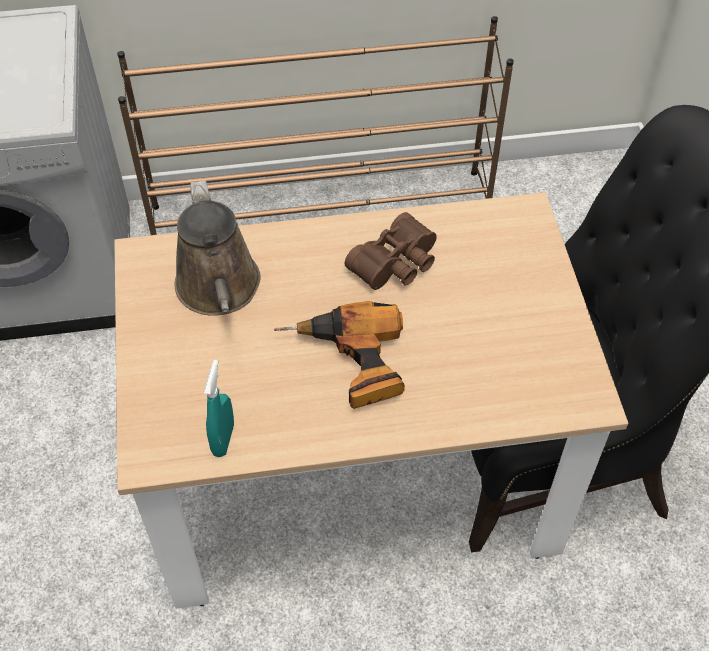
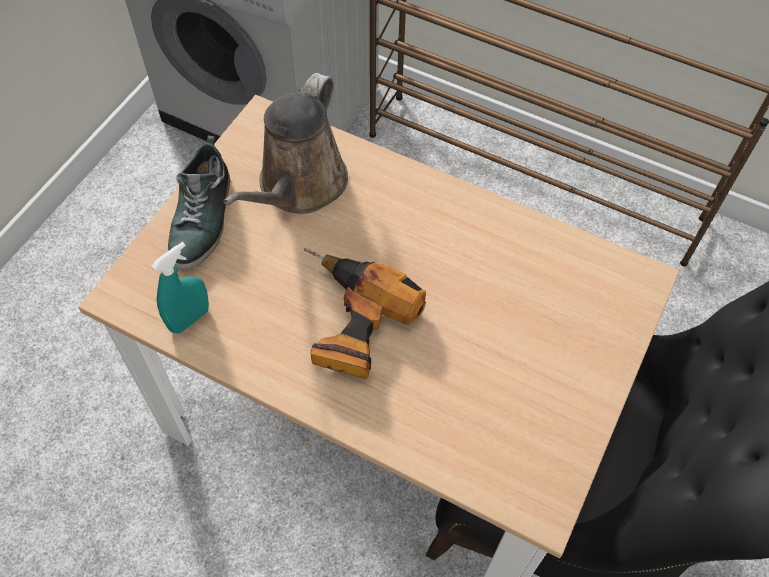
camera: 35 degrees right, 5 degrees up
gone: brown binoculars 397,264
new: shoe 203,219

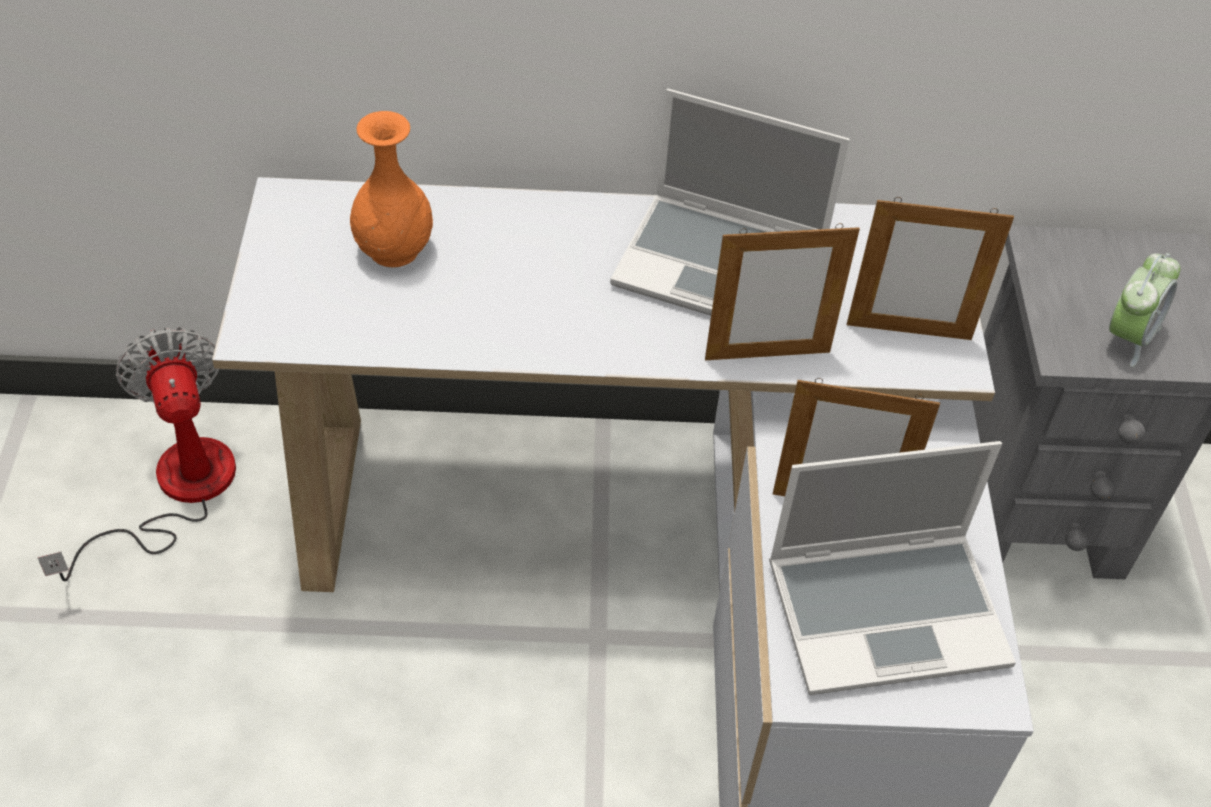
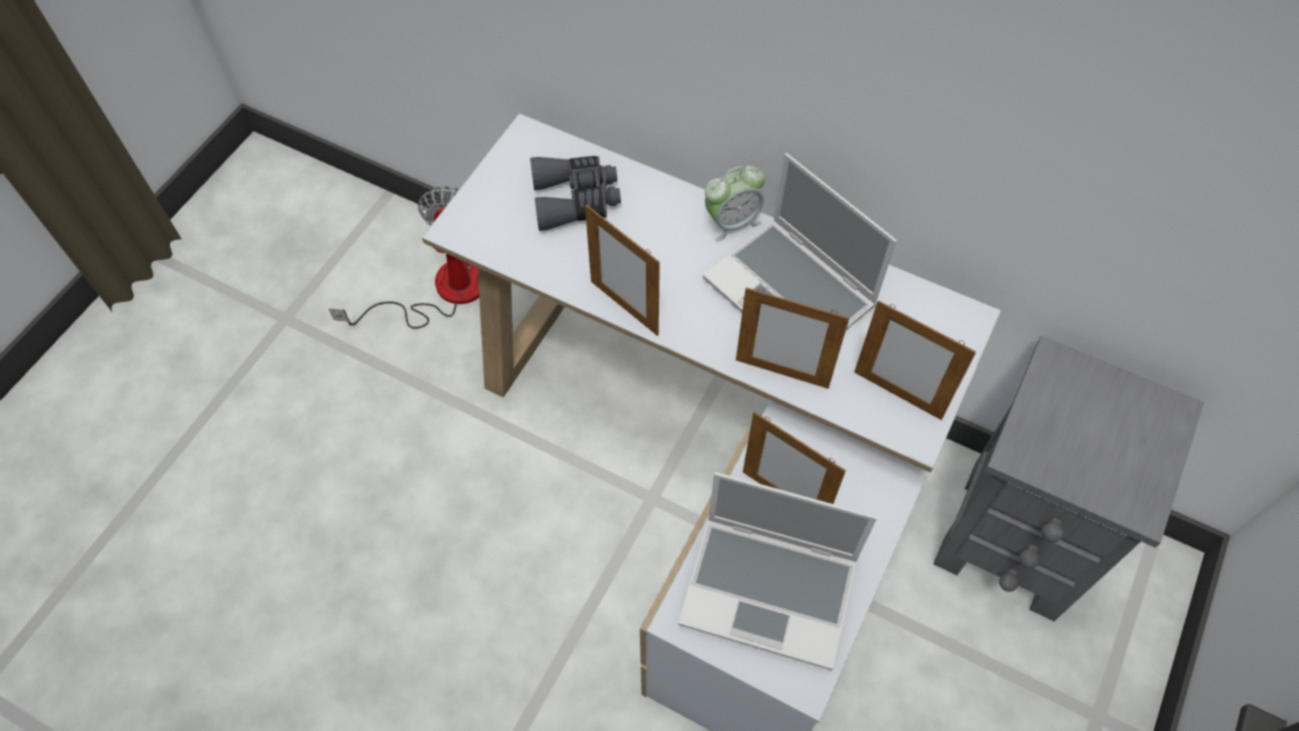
camera: 30 degrees right, 10 degrees up
new: picture frame 624,308
shifted: alarm clock 1128,337 to 732,221
swapped: orange vase 395,250 to grey binoculars 575,199

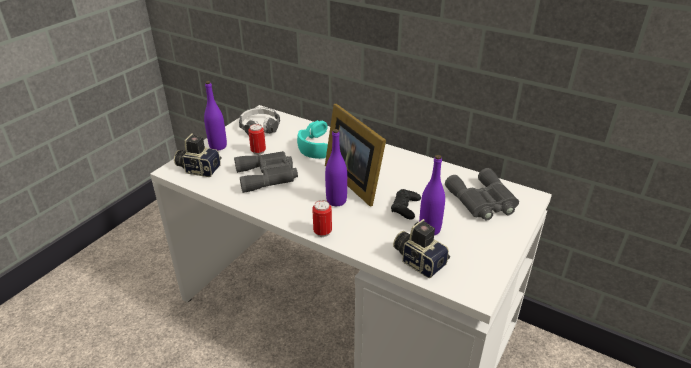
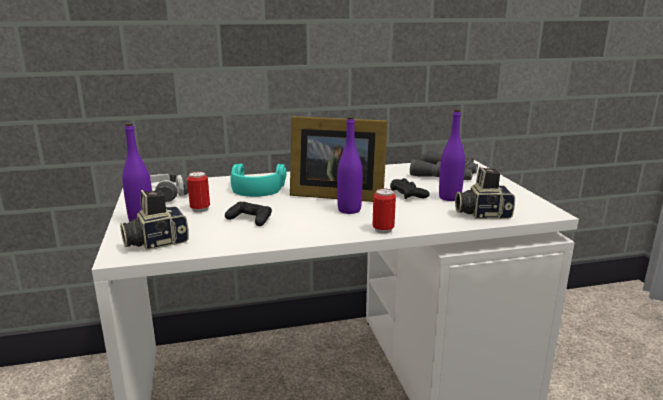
camera: 45 degrees left, 15 degrees down
swapped: grey binoculars 268,176 to black game controller 250,219

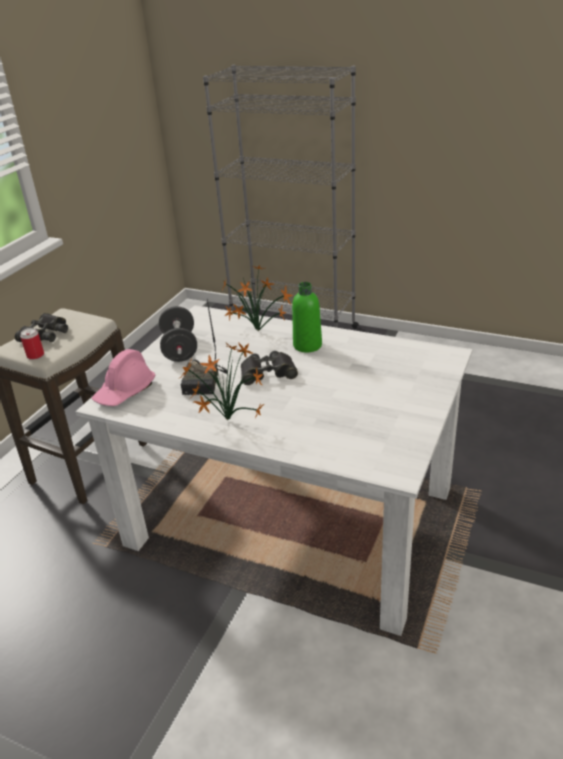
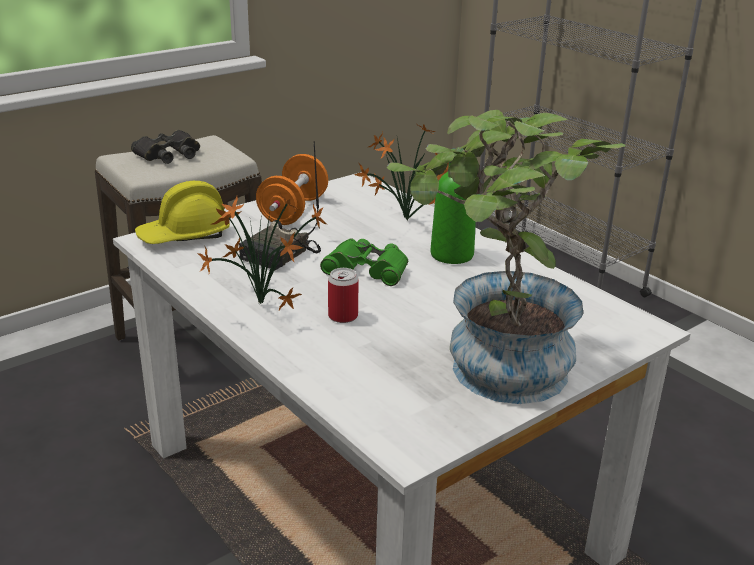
camera: 25 degrees right, 5 degrees down
new: potted plant 491,371
shifted: can 35,355 to 343,316
repainted: pink hard hat 125,392 to yellow hard hat 184,236; black dumbbell 180,348 to orange dumbbell 293,211; black binoculars 268,373 to green binoculars 367,269

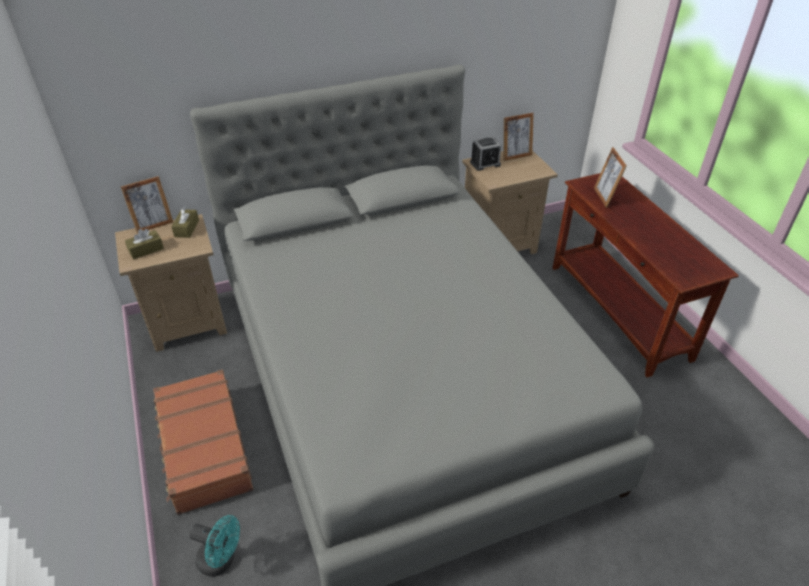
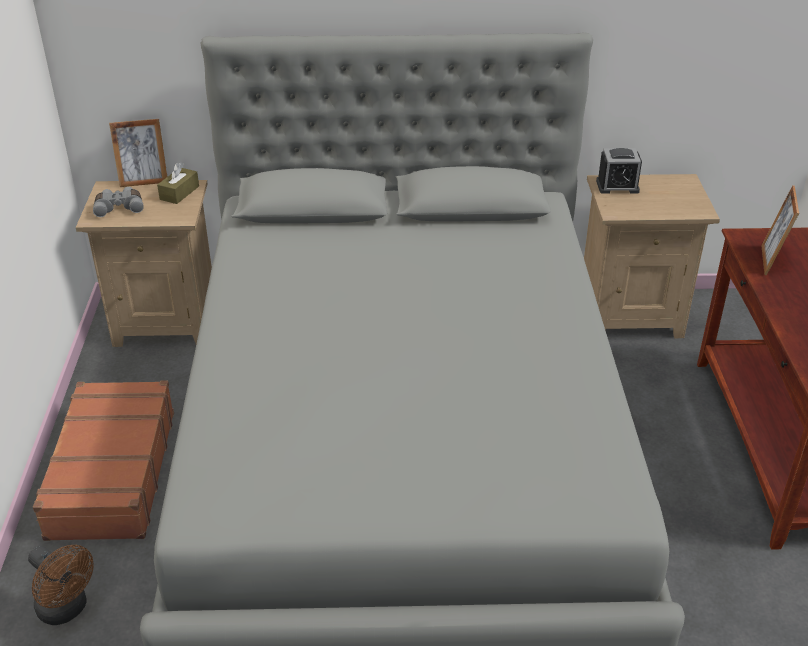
camera: 20 degrees right, 5 degrees down
gone: picture frame 515,155
swapped: brown tissue box 146,250 to grey binoculars 119,207
repainted: turquoise fan 221,560 to brown fan 67,609

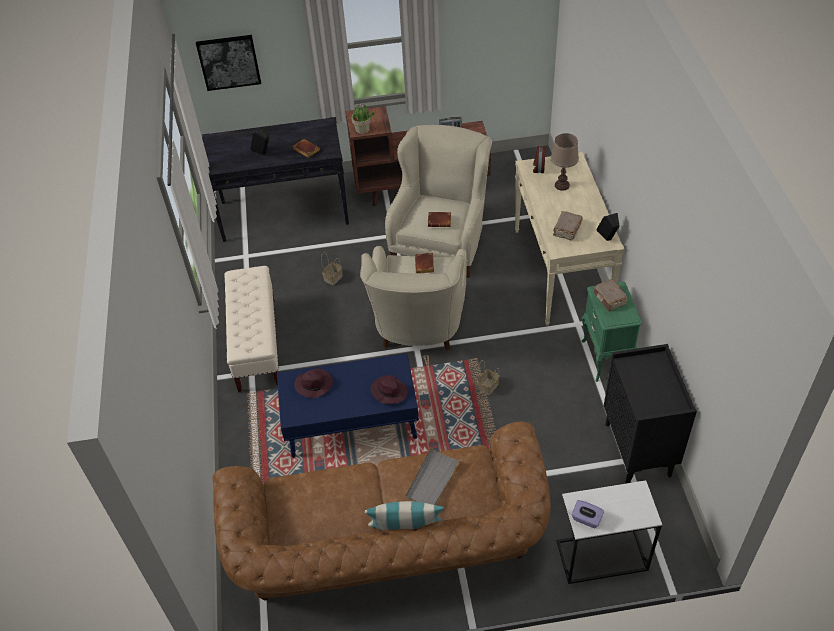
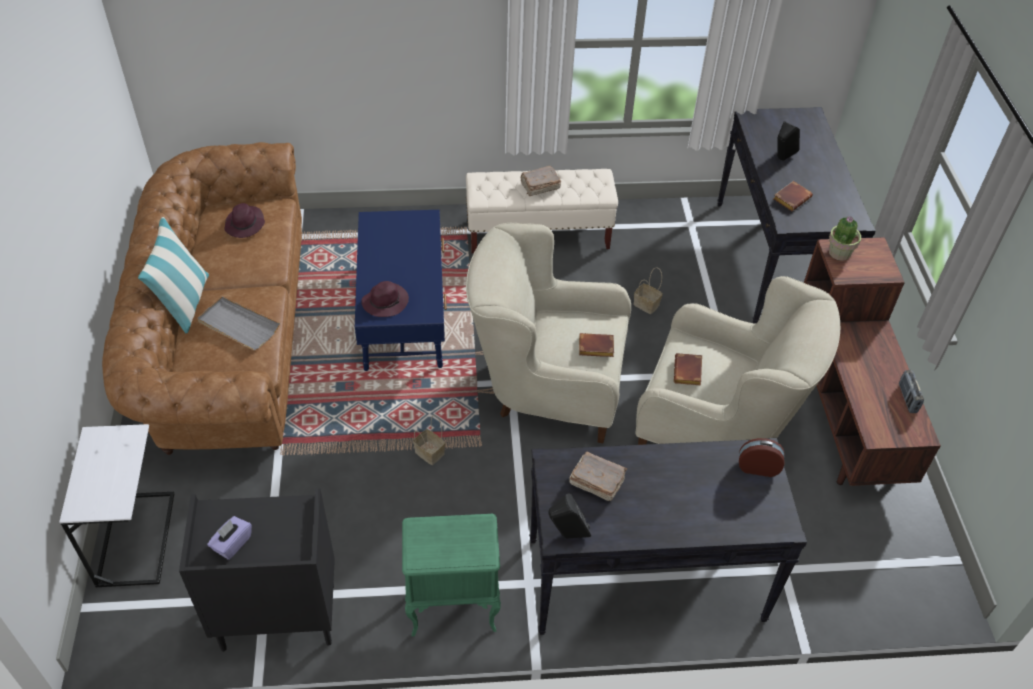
camera: 90 degrees right, 0 degrees up
gone: picture 229,62; brown table lamp 561,185
shifted: purple tissue box 586,519 to 232,544; purple hat 314,384 to 245,225; brown book 609,299 to 539,186
repainted: beige console table 561,272 to black console table 644,580

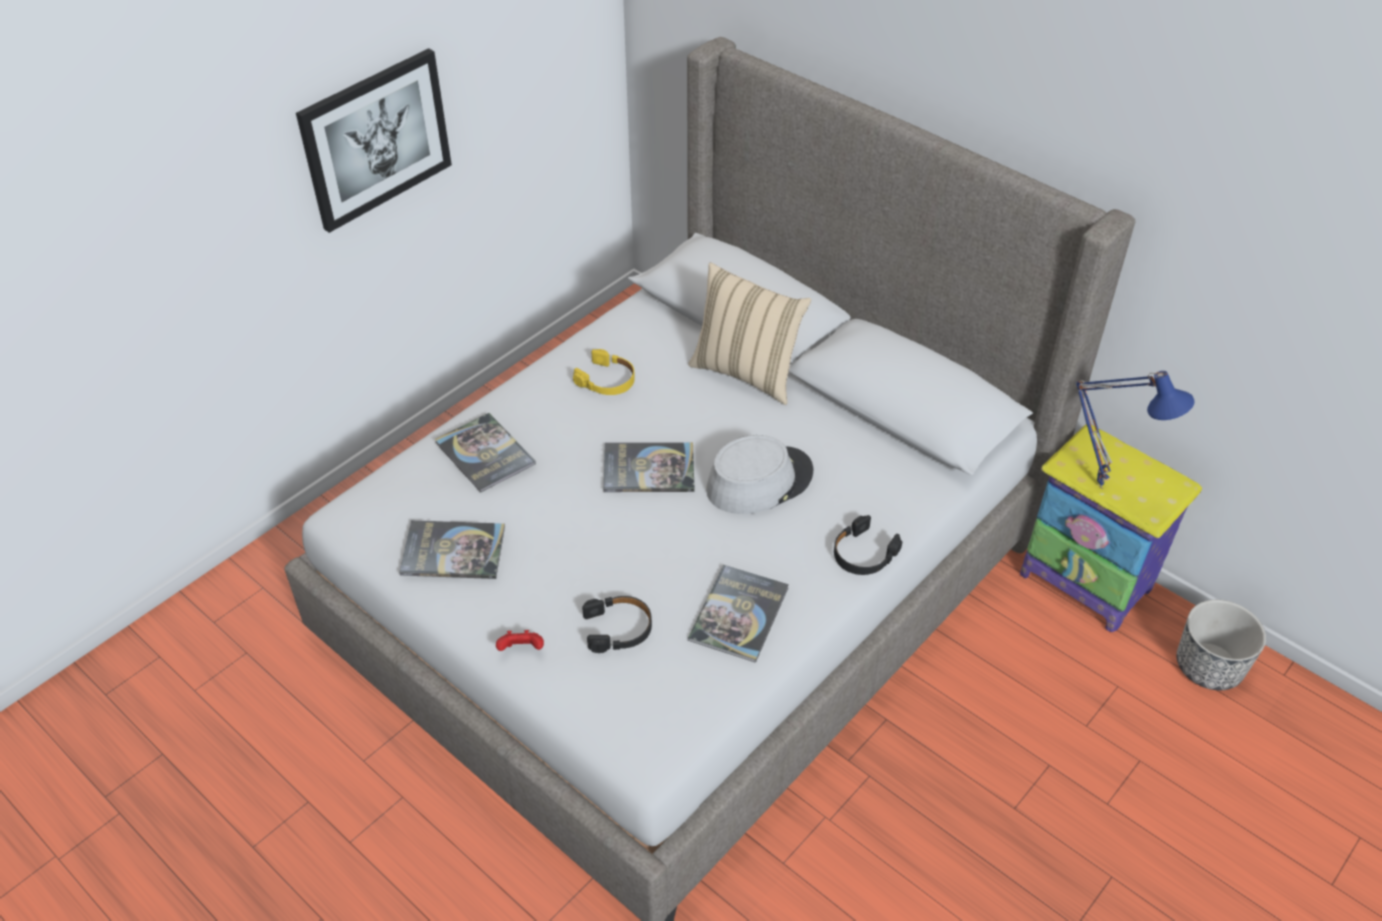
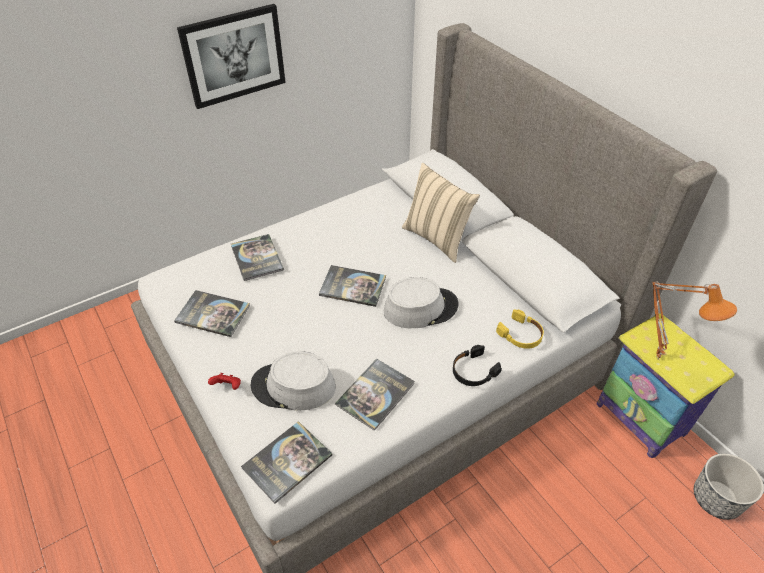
camera: 15 degrees right, 0 degrees up
new: book 287,461
shifted: yellow headphones 607,380 to 521,334
swapped: black headphones 618,629 to grey hat 293,386
repainted: blue table lamp 1102,485 to orange table lamp 659,357

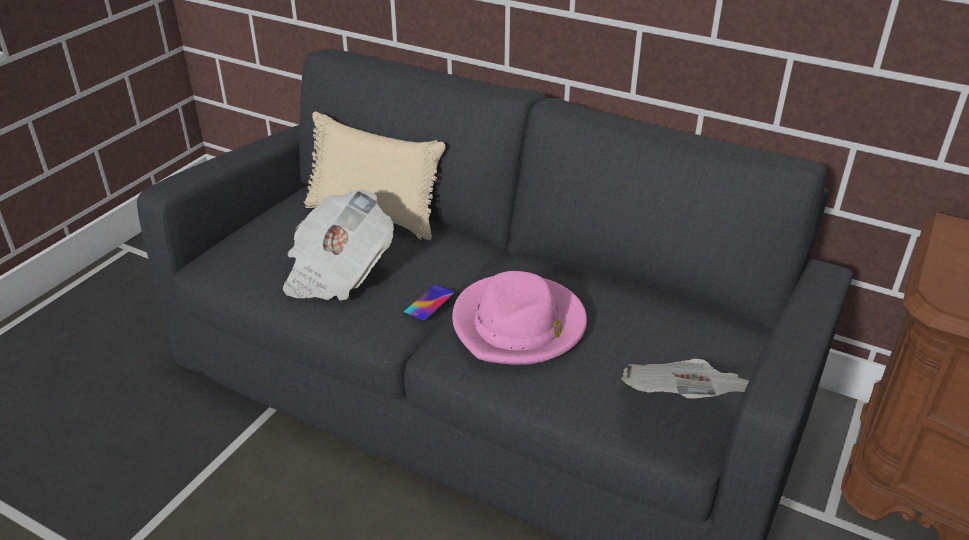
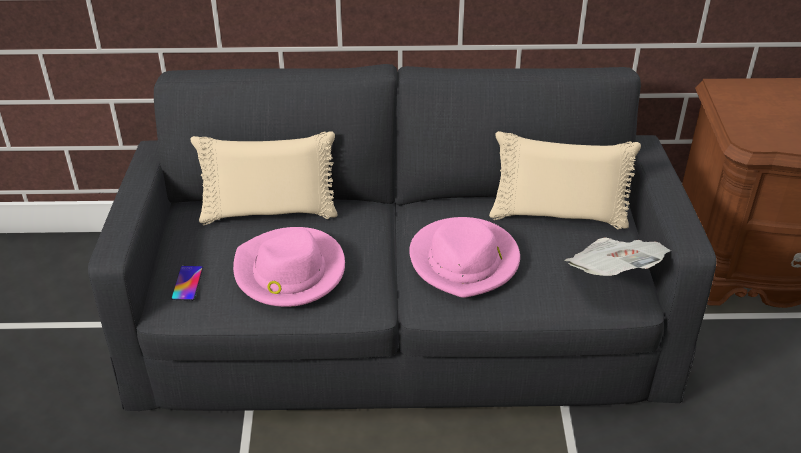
camera: 30 degrees left, 5 degrees up
new: beige pillow 558,214
shifted: phone 429,303 to 187,283
swapped: newspaper 337,272 to pink hat 289,272

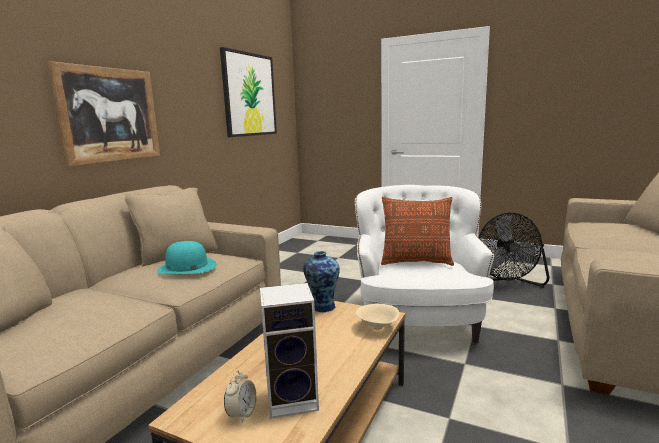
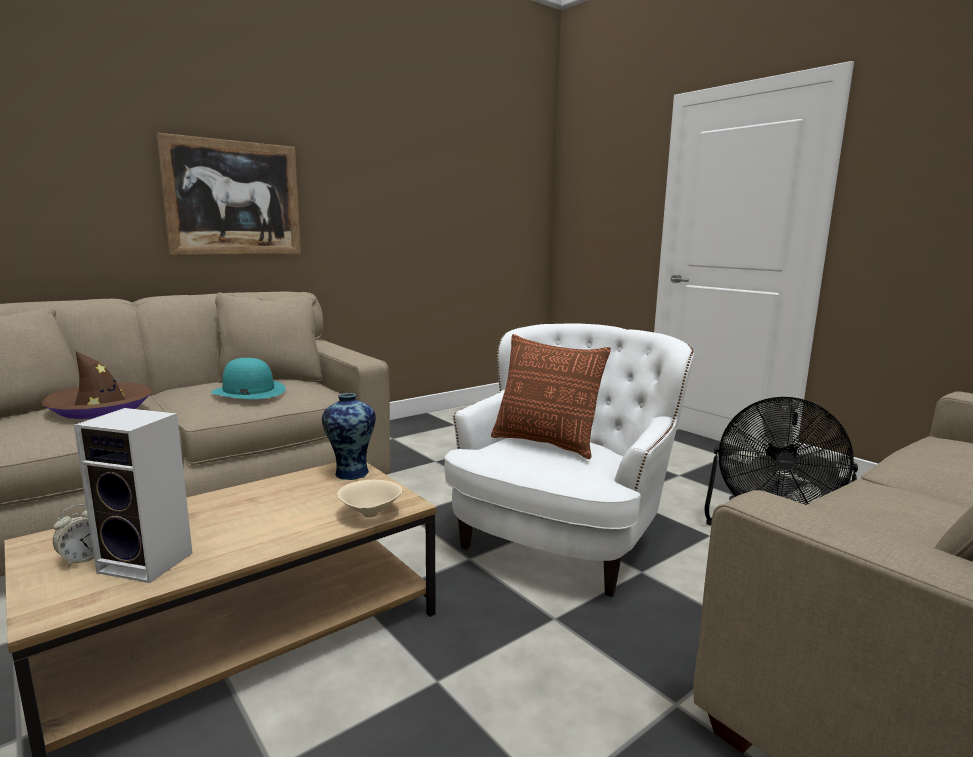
camera: 25 degrees right, 0 degrees up
gone: picture 249,95
new: brown hat 101,408

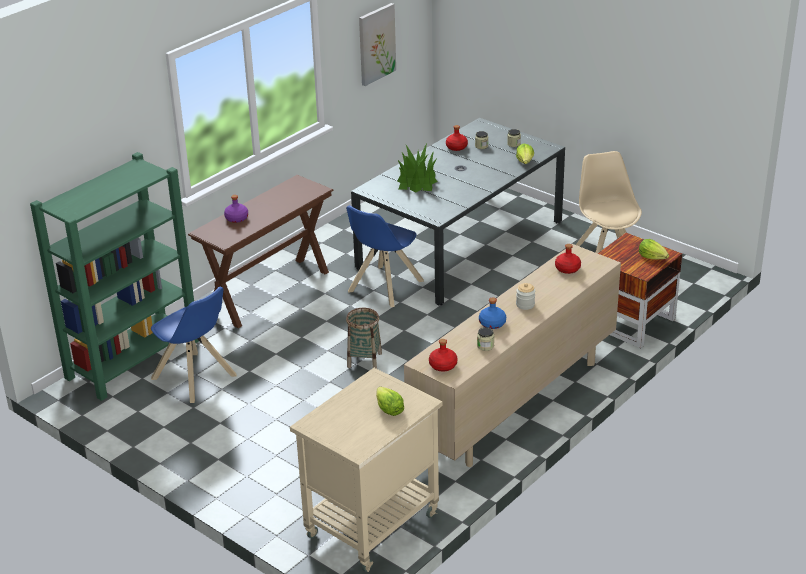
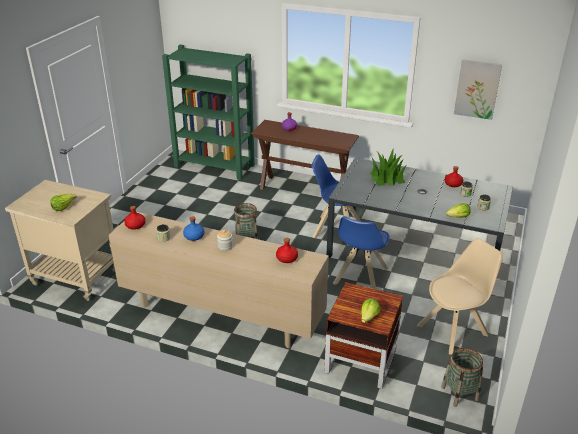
camera: 70 degrees right, 0 degrees up
new: basket 459,393
shifted: blue chair 195,378 to 360,277

